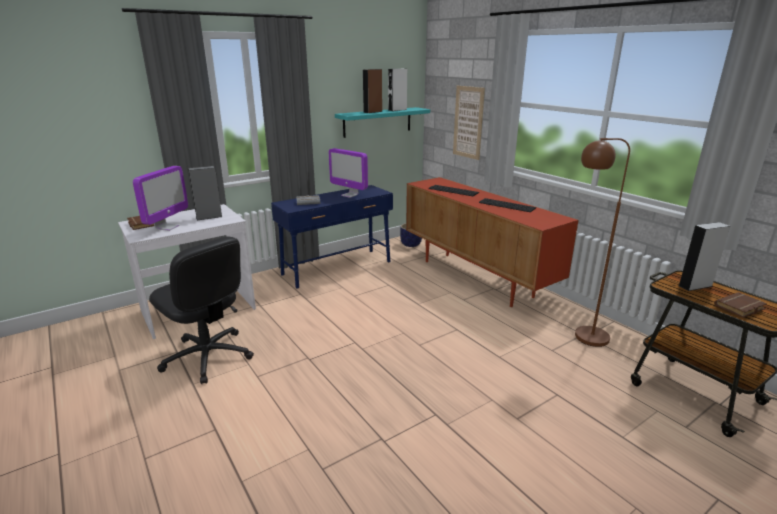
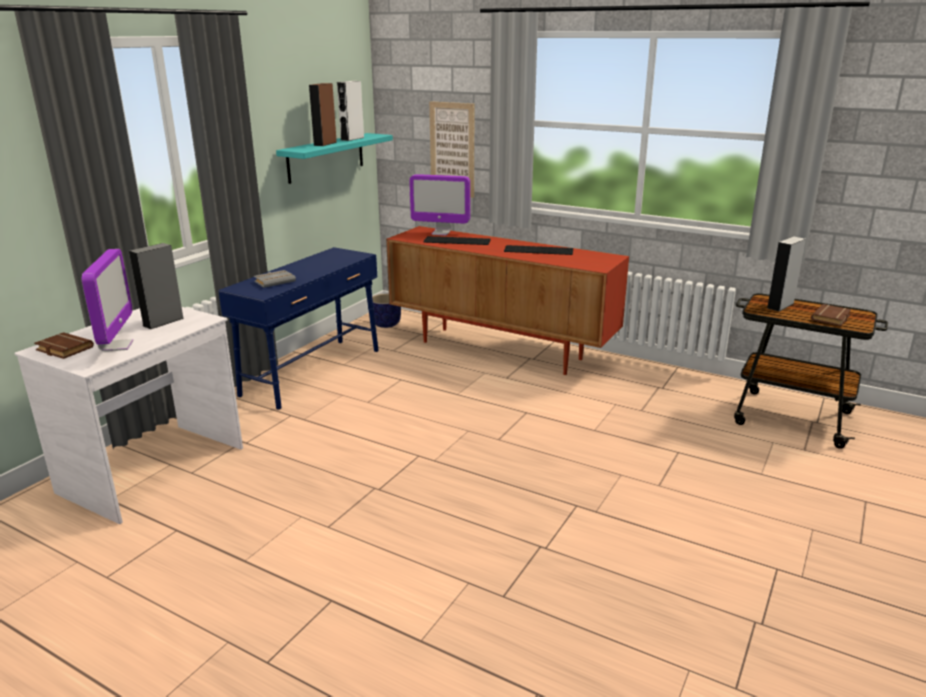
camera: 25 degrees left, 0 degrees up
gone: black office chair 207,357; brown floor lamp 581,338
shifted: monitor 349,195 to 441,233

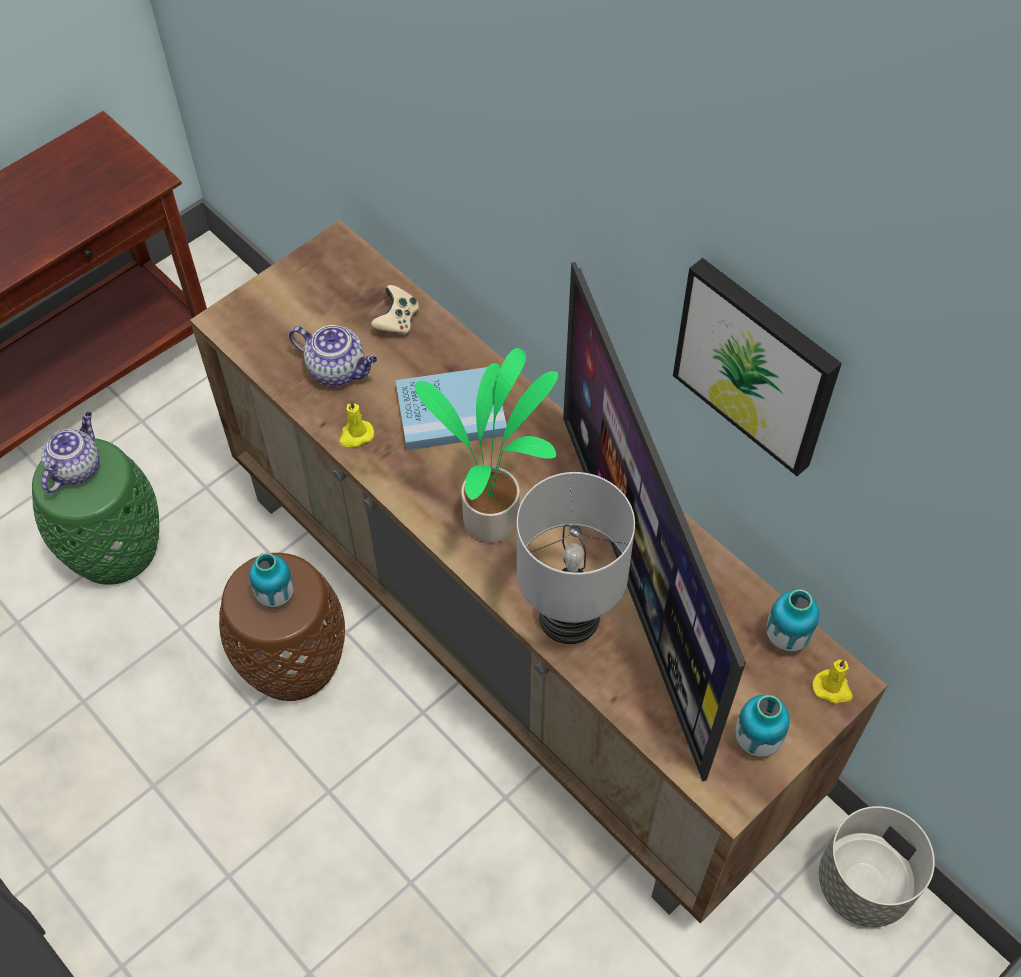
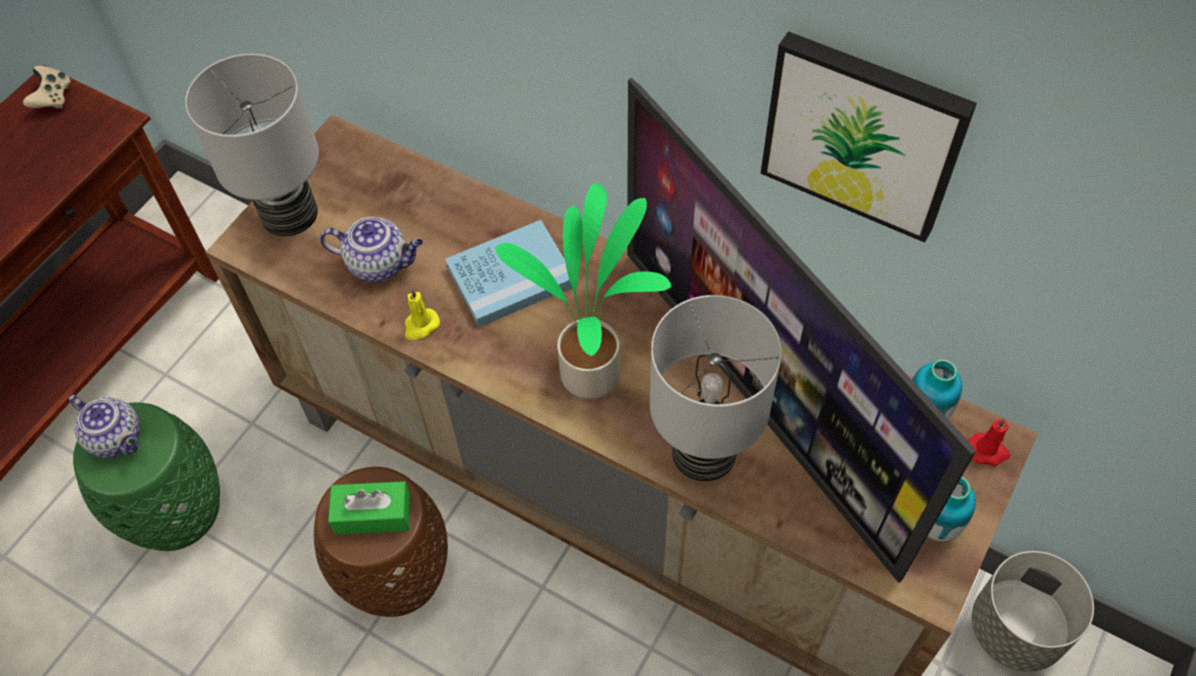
camera: 15 degrees left, 0 degrees up
new: grey table lamp 290,214
shifted: beige game controller 397,321 to 53,98
swapped: vase 276,597 to green tissue box 373,514
repainted: yellow candle 833,689 to red candle 988,451
rotated: teapot 76,467 = 117,438 120 degrees clockwise

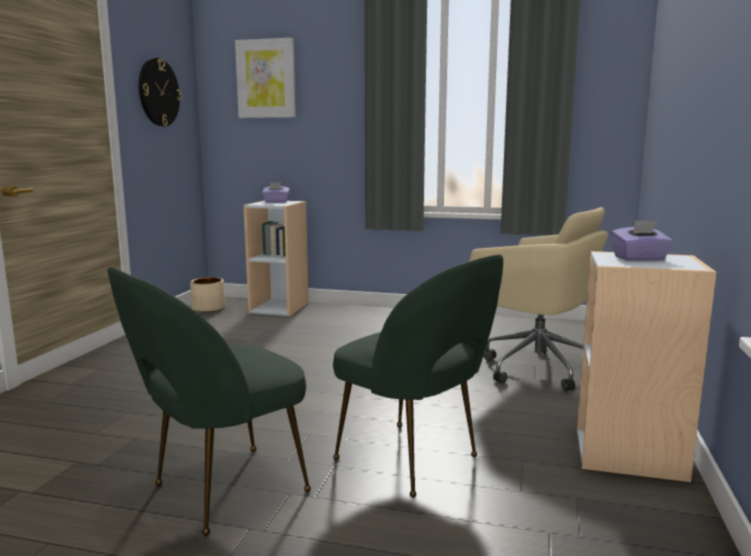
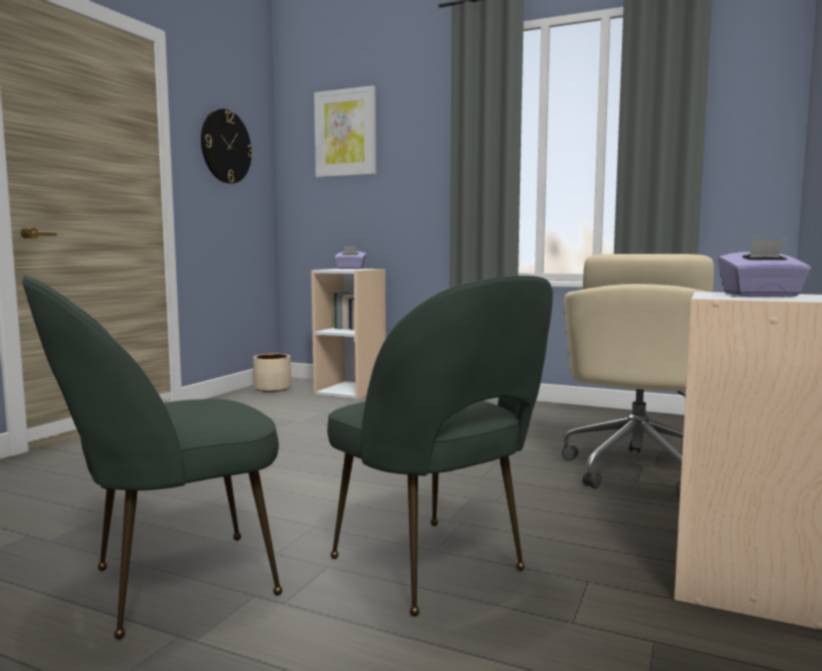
camera: 10 degrees right, 5 degrees down
rotated: beige office chair 531,369 = 635,469 60 degrees clockwise

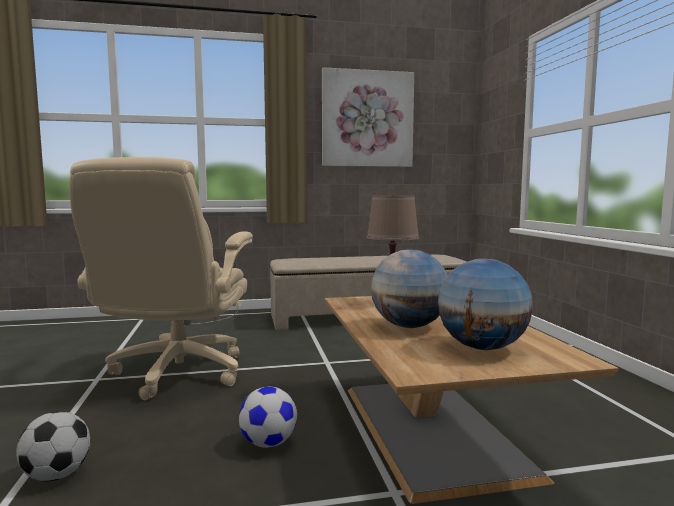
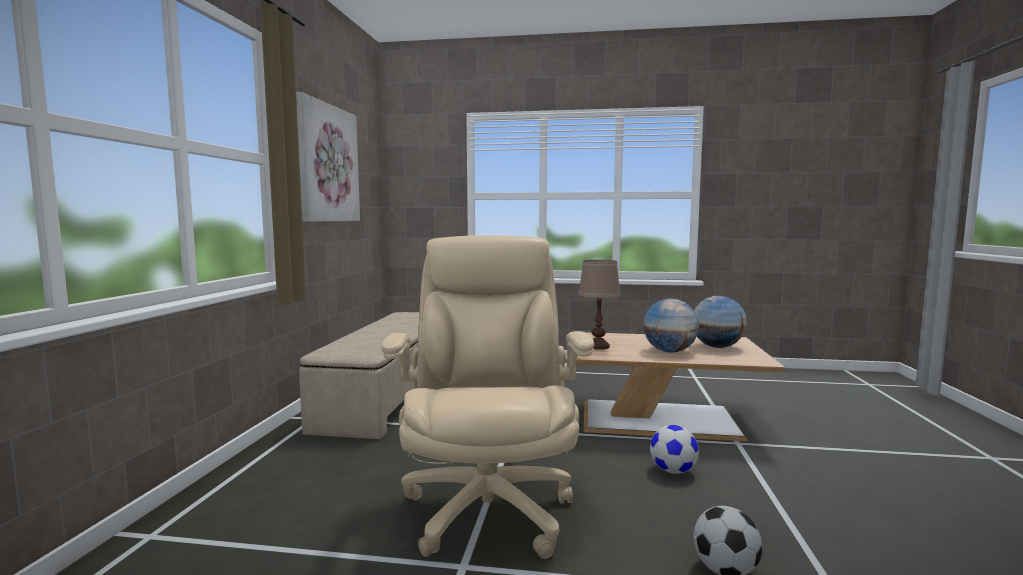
camera: 70 degrees left, 0 degrees up
rotated: beige office chair 174,375 = 490,507 120 degrees counterclockwise

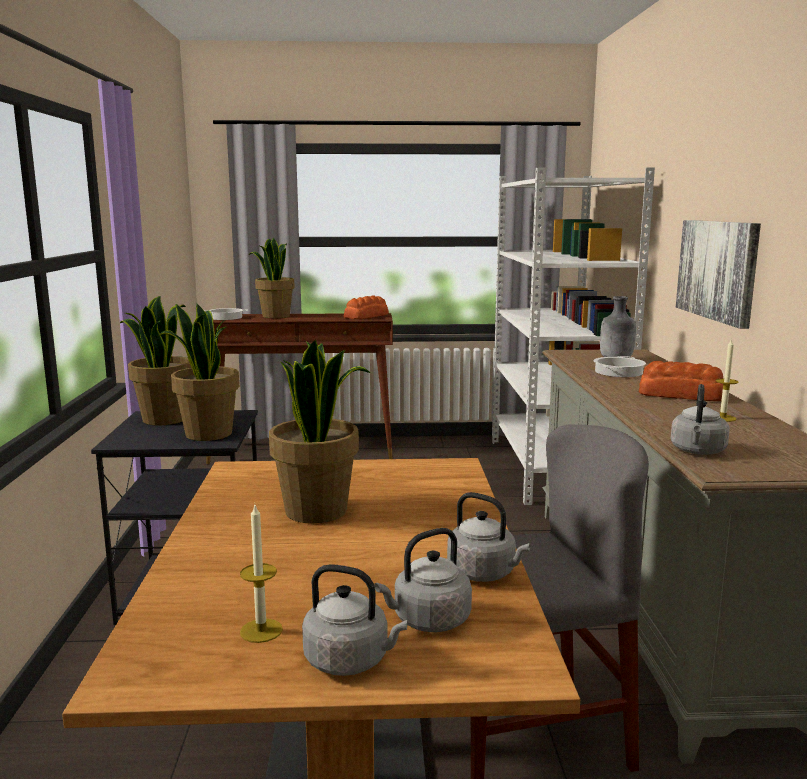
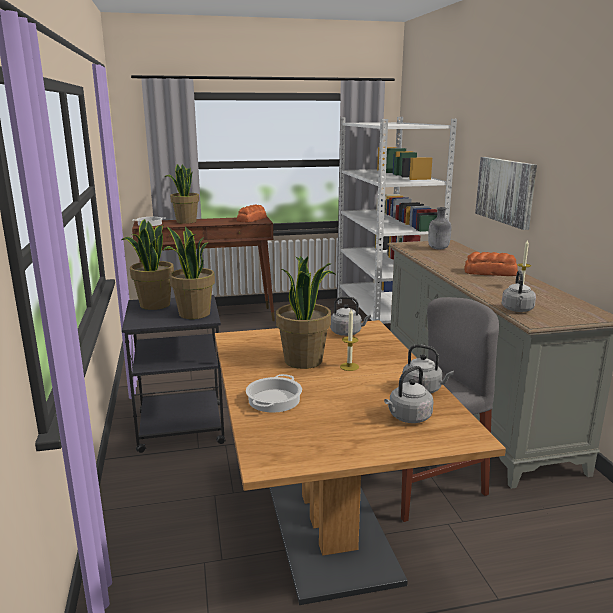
camera: 10 degrees left, 5 degrees up
shifted: cooking pot 619,372 to 274,400; grey kettle 351,661 to 347,333; candle 261,630 to 349,366

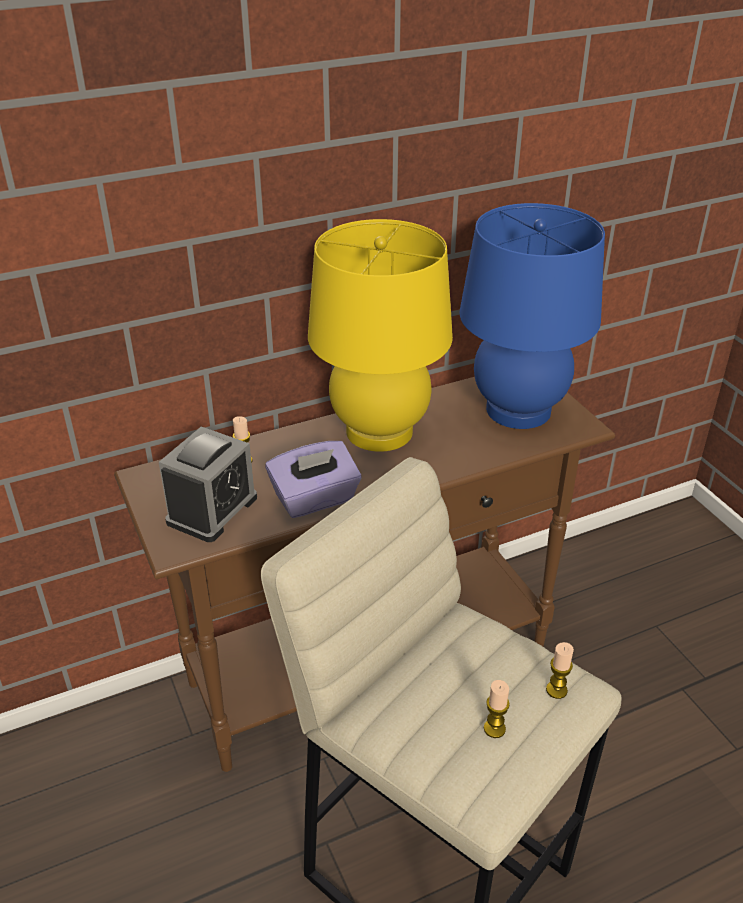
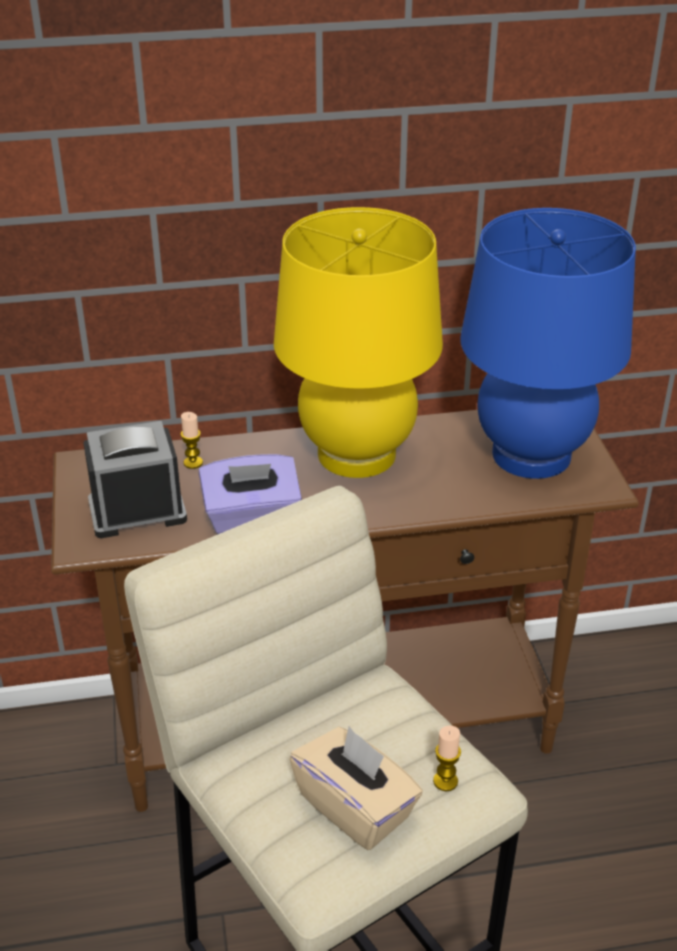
camera: 15 degrees right, 0 degrees up
swapped: candle 494,728 to beige tissue box 356,807
rotated: alarm clock 212,510 = 137,511 150 degrees counterclockwise

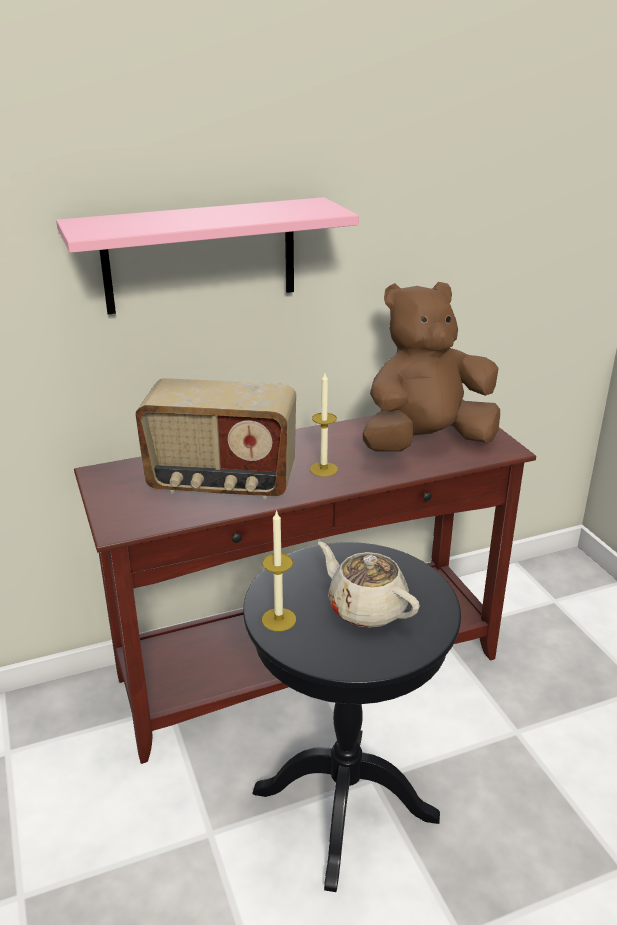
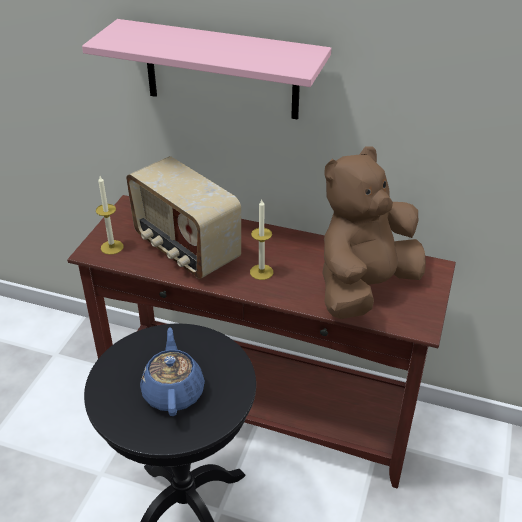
camera: 40 degrees right, 10 degrees up
shifted: candle 279,619 to 112,247
repainted: beige teapot 366,608 to blue teapot 173,391
rotated: brown plush toy 426,443 = 364,287 60 degrees counterclockwise

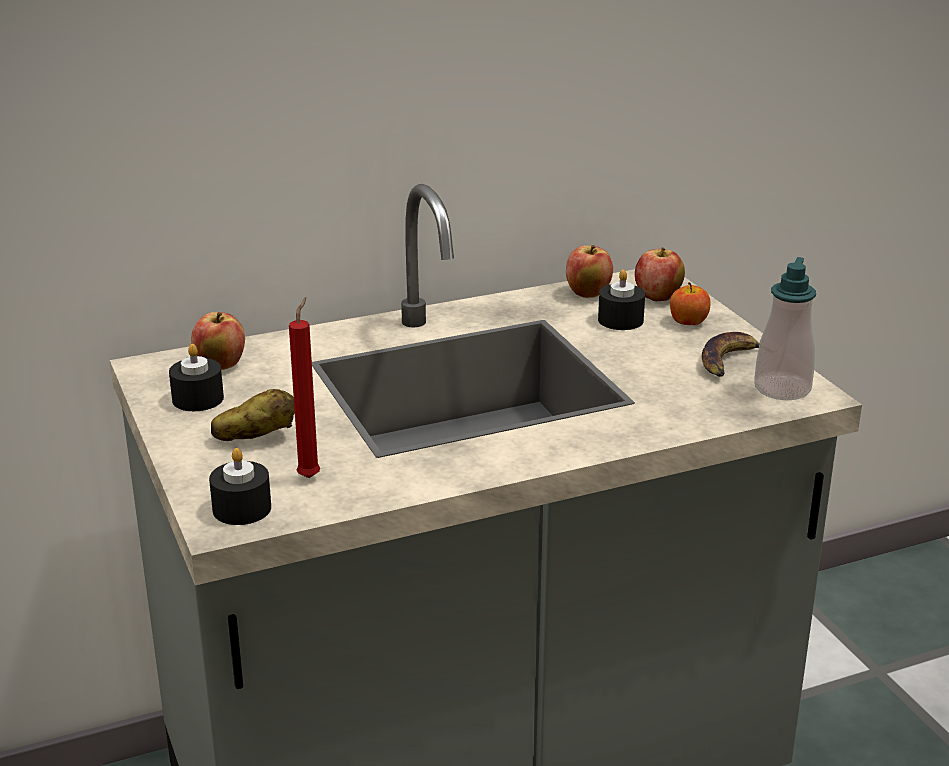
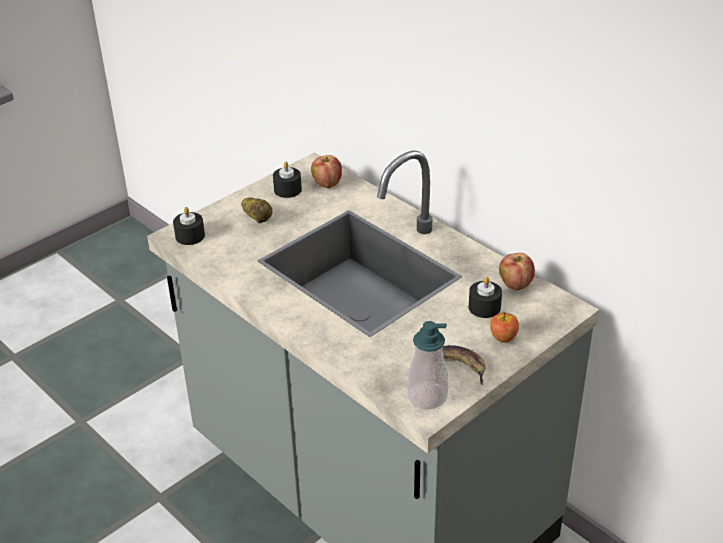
camera: 70 degrees right, 10 degrees up
gone: red candle 310,476; apple 657,297

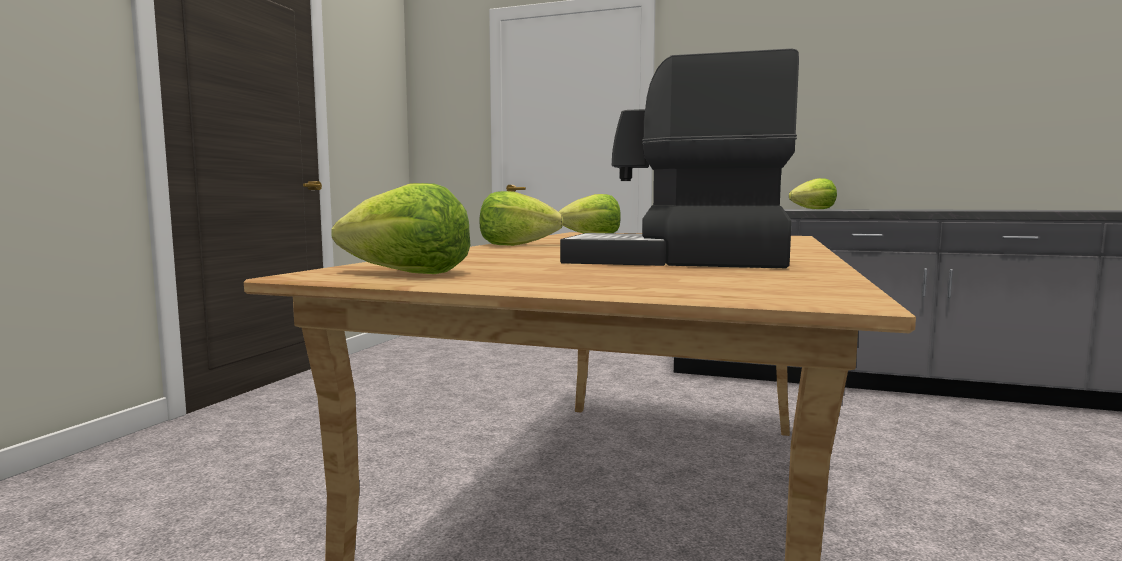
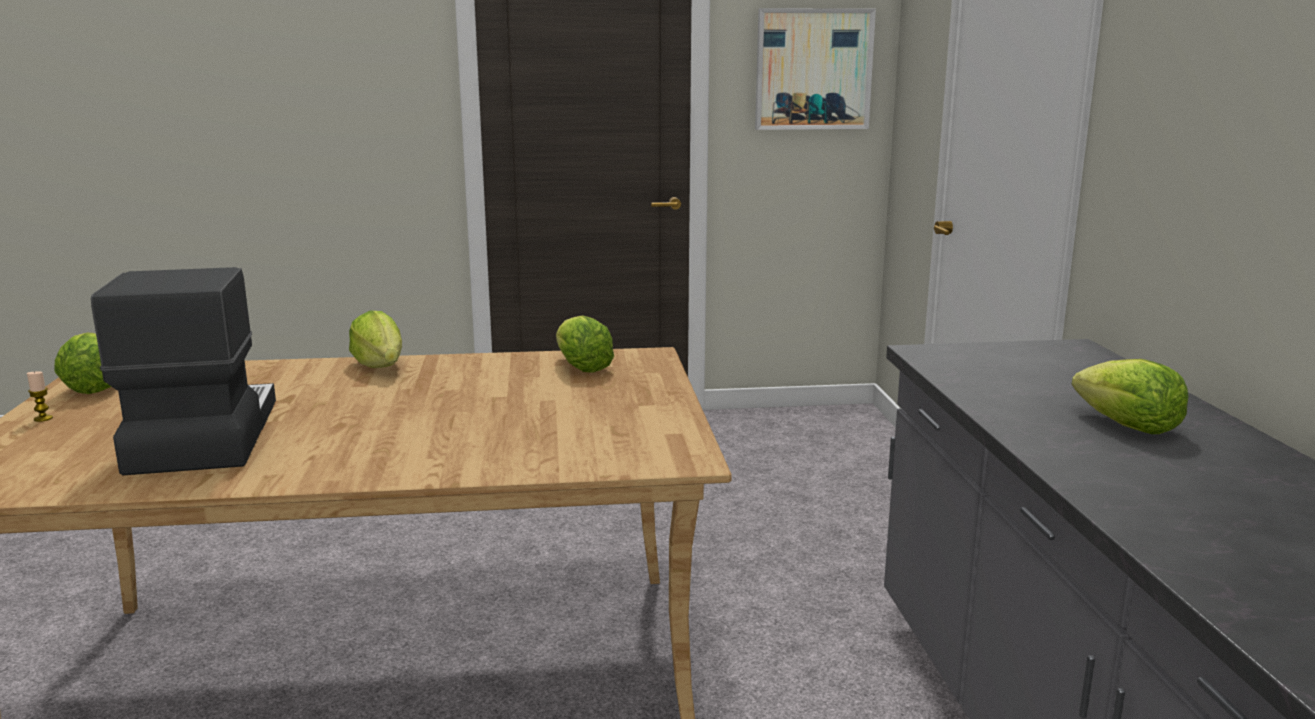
camera: 65 degrees right, 10 degrees up
new: candle 43,418; picture 813,69

